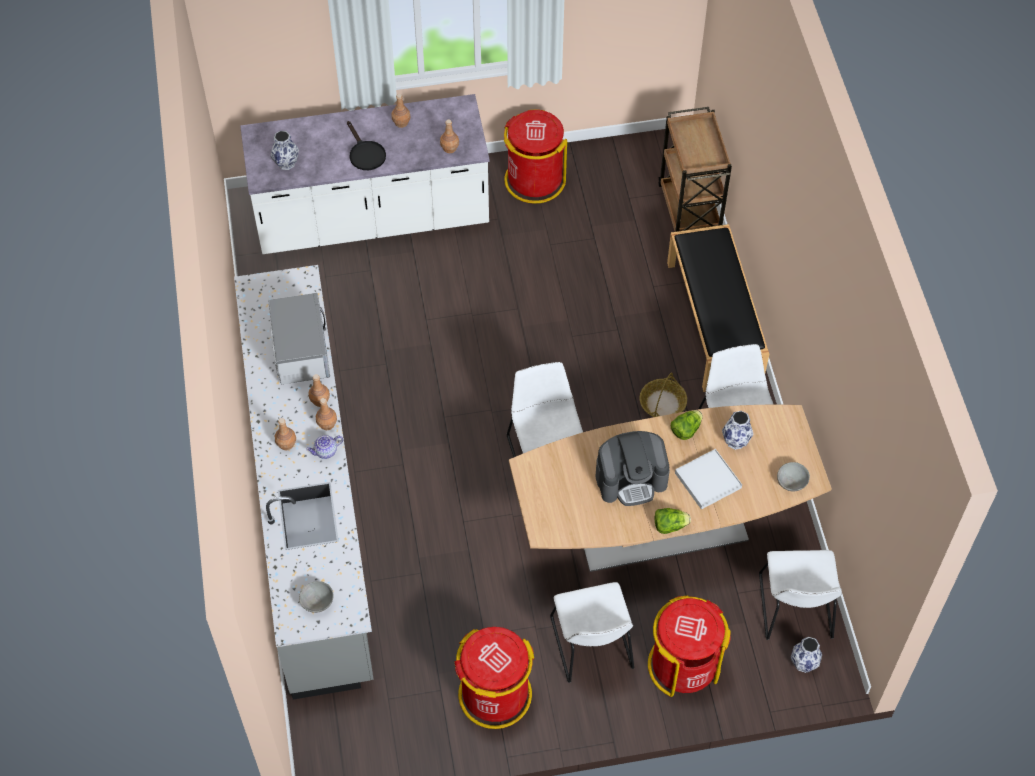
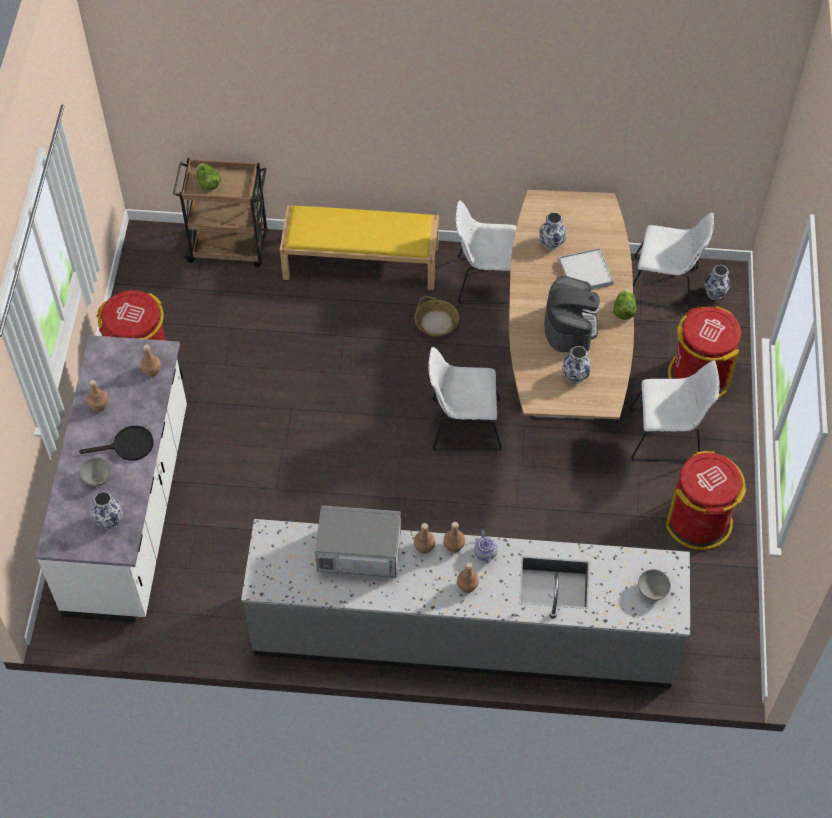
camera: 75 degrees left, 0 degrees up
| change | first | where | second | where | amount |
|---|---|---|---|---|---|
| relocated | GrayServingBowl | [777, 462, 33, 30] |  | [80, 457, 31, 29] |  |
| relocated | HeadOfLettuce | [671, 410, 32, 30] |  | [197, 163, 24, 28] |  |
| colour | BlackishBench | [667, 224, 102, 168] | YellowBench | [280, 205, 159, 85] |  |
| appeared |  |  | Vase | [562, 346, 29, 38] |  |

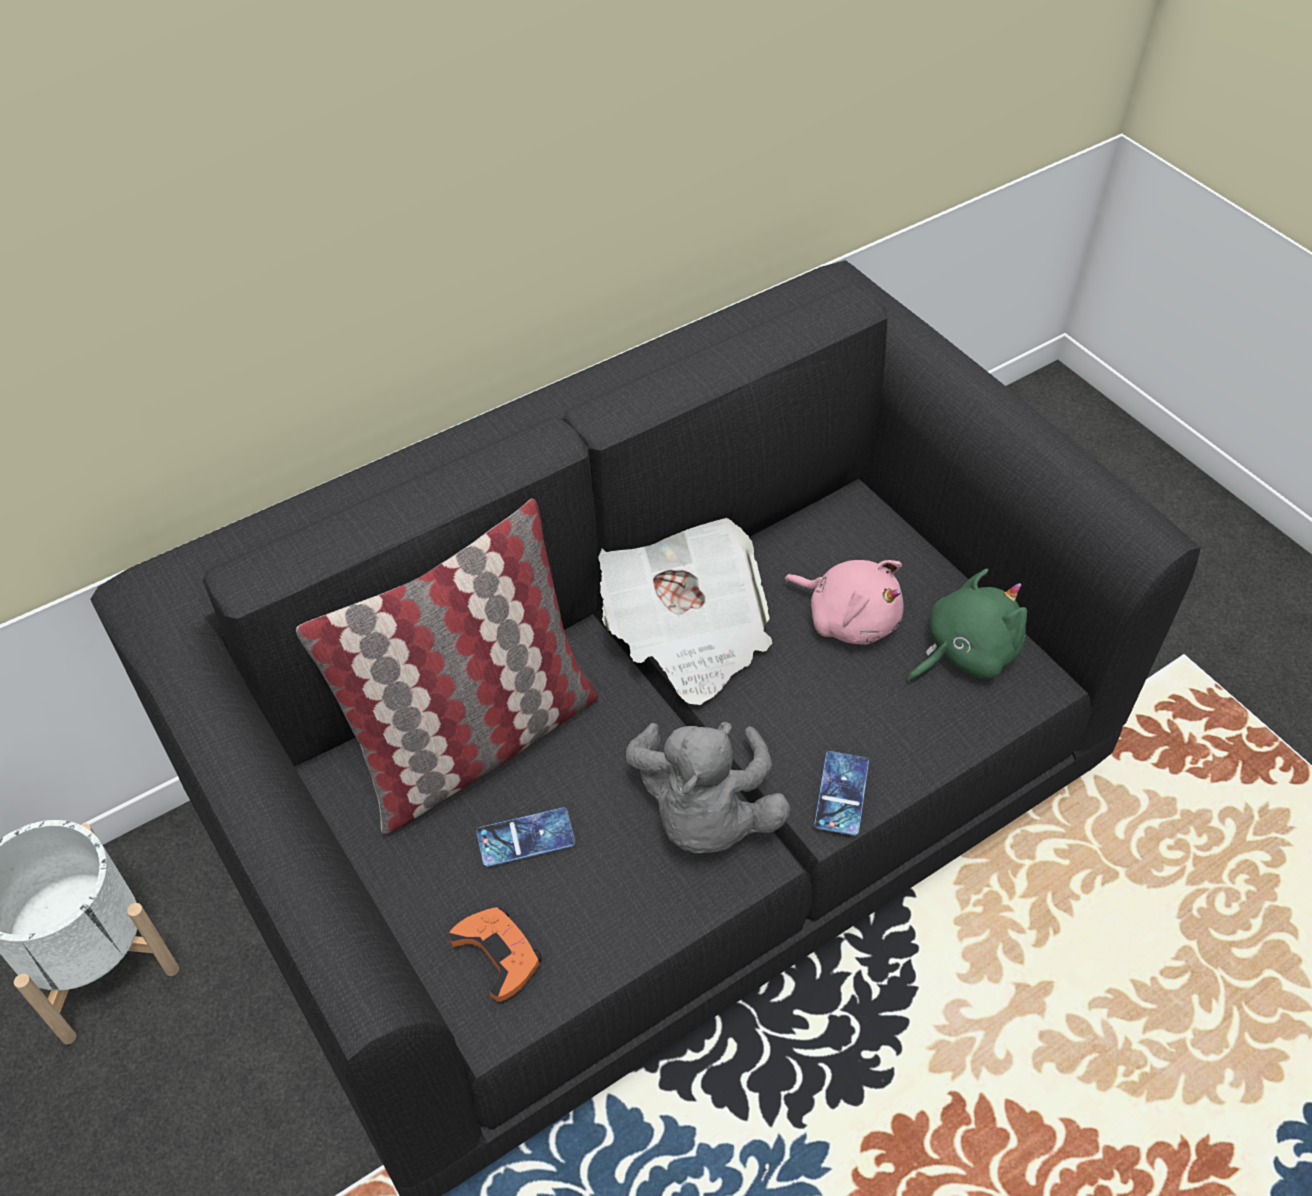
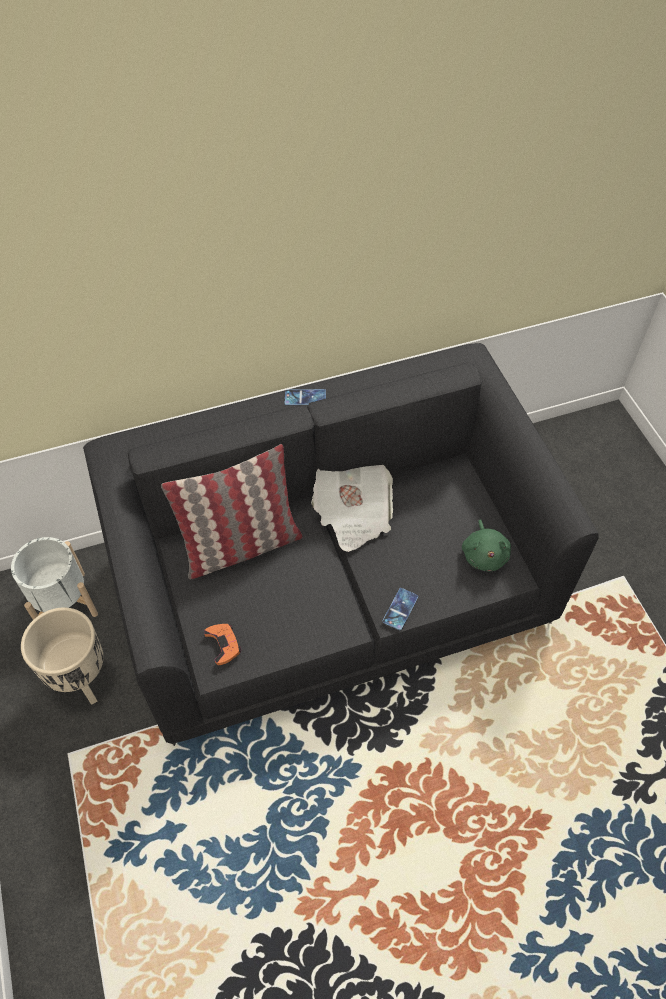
camera: 15 degrees right, 5 degrees up
| change | first | where | second | where | amount |
|---|---|---|---|---|---|
| appeared |  |  | BeigeColouredFlowerPot | [21, 607, 82, 98] |  |
| relocated | Phone | [476, 808, 99, 59] |  | [285, 389, 41, 16] |  |
| spun | GreenColouredCuddlyToy | [907, 569, 120, 113] |  | [462, 519, 49, 53] | 105 degrees clockwise |
| missing | GrayCuddlyToy | [626, 722, 164, 132] |  |  |  |
| missing | PinkishCuddlyToy | [784, 560, 120, 85] |  |  |  |

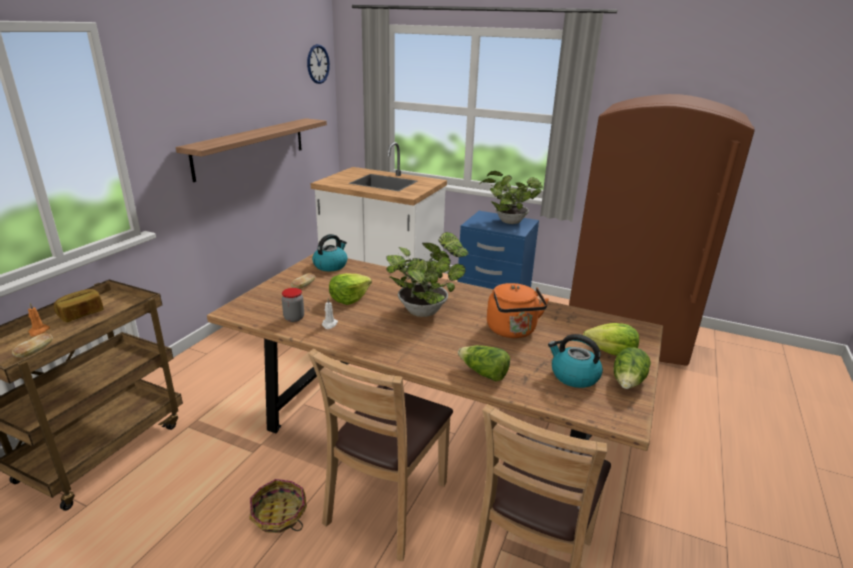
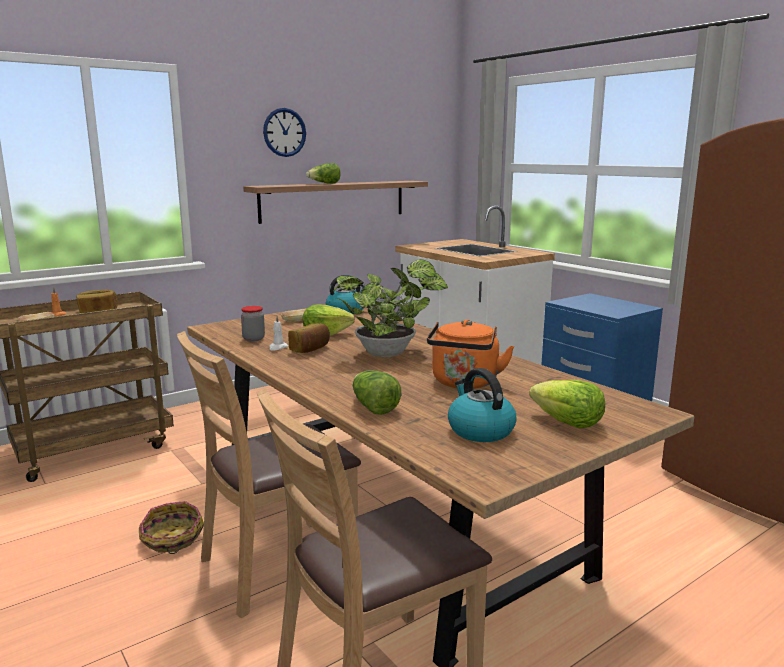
camera: 30 degrees right, 10 degrees down
| change | first | where | second | where | amount |
|---|---|---|---|---|---|
| relocated | HangingClock | [307, 44, 23, 40] |  | [263, 108, 43, 49] |  |
| appeared |  |  | BakeryBread | [288, 323, 42, 30] |  |
| relocated | HeadOfLettuce | [613, 347, 38, 42] |  | [306, 163, 34, 21] |  |
| missing | Houseplant | [479, 171, 64, 53] |  |  |  |

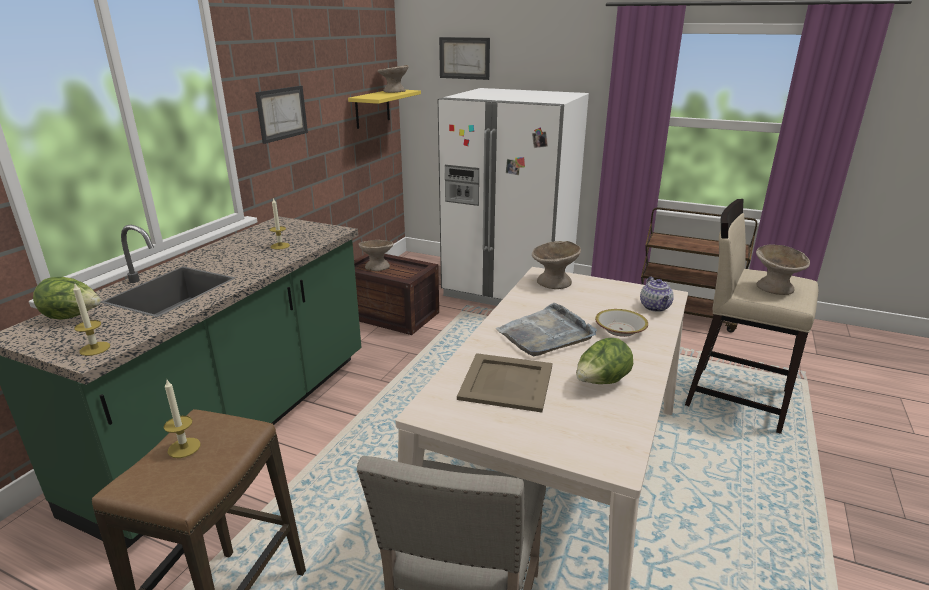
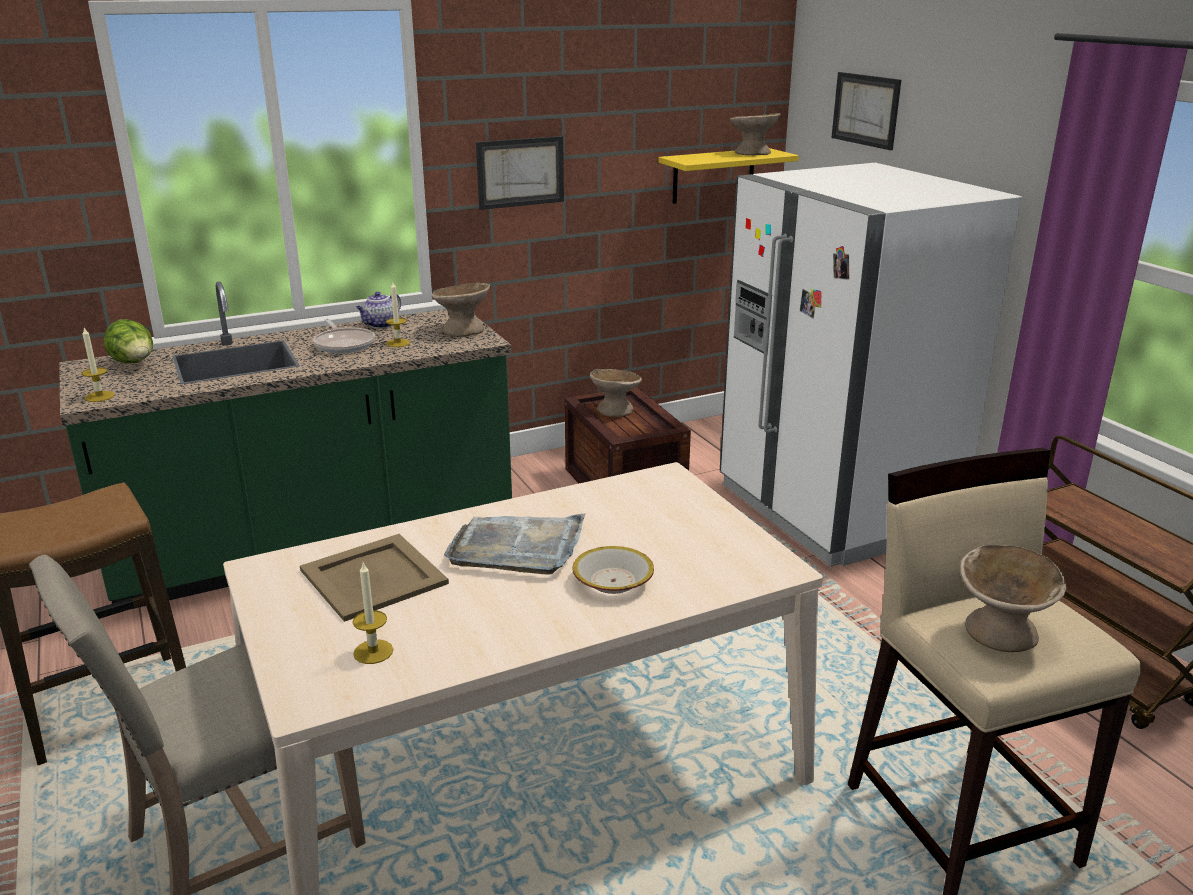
camera: 40 degrees right, 0 degrees up
| change | first | where | second | where | amount |
|---|---|---|---|---|---|
| appeared |  |  | Skillet | [313, 319, 62, 34] |  |
| relocated | WaxCandle | [164, 380, 37, 78] |  | [352, 562, 41, 102] |  |
| relocated | TeaPot | [640, 277, 34, 35] |  | [356, 292, 45, 36] |  |
| relocated | BeigeColouredServingBowl | [532, 241, 49, 48] |  | [432, 283, 58, 54] |  |
| missing | HeadOfLettuce | [576, 338, 57, 46] |  |  |  |

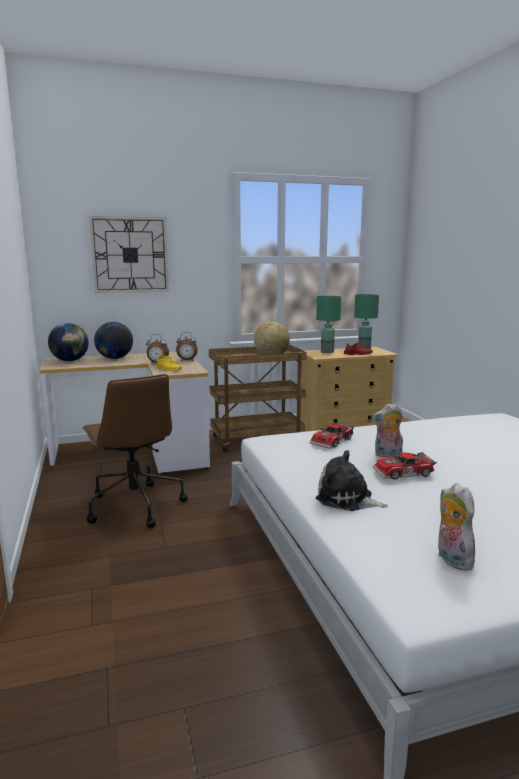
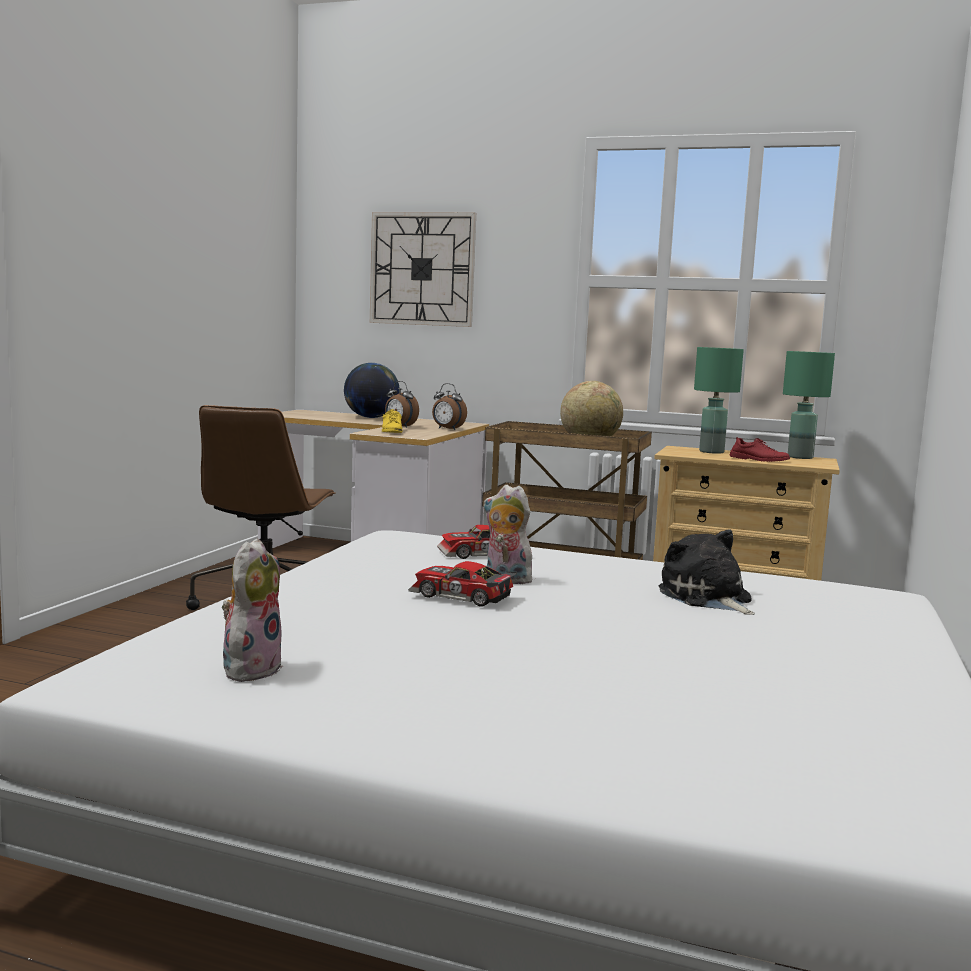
camera: 35 degrees right, 5 degrees down
| change | first | where | second | where | amount |
|---|---|---|---|---|---|
| relocated | CuddlyToy | [316, 450, 72, 61] |  | [659, 529, 96, 86] |  |
| missing | Globe | [48, 323, 41, 38] |  |  |  |

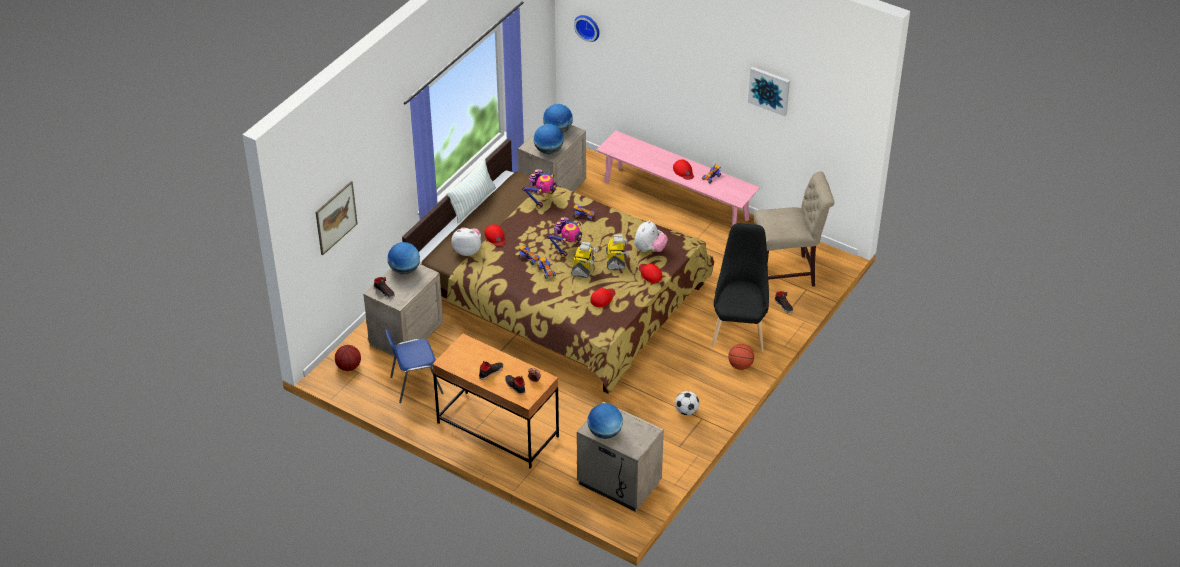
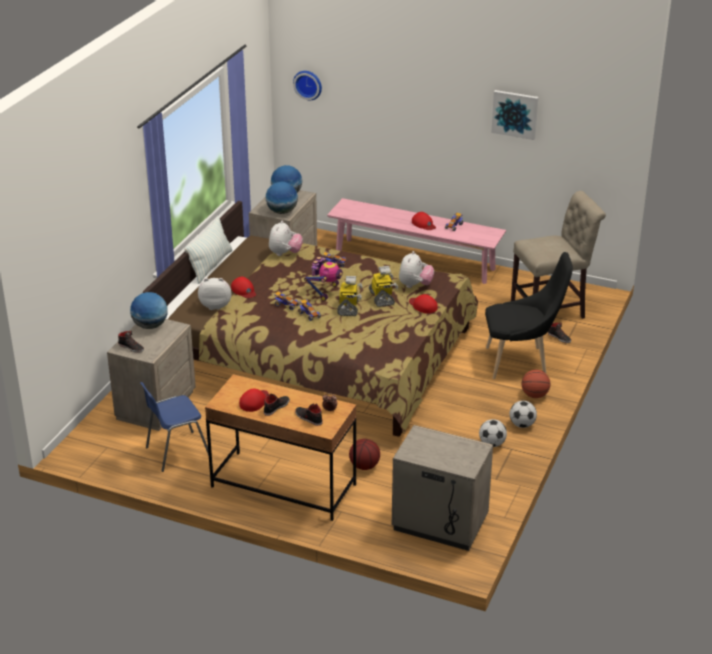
camera: 10 degrees left, 10 degrees down
| change | first | where | second | where | amount |
|---|---|---|---|---|---|
| relocated | RedColouredBaseballCap | [590, 288, 25, 19] |  | [239, 389, 30, 23] |  |
| exchanged | ModelRobot | [522, 169, 35, 40] | CuddlyToy | [269, 220, 34, 36] |  |
| relocated | Basketball | [335, 345, 26, 26] |  | [349, 439, 31, 31] |  |
| spun | BlackishChair | [712, 223, 57, 129] |  | [485, 252, 88, 127] | 90 degrees clockwise |
| appeared |  |  | FootballBall | [510, 401, 27, 27] |  |
| missing | WallArt | [316, 181, 42, 74] |  |  |  |
| missing | Globe | [588, 403, 35, 36] |  |  |  |

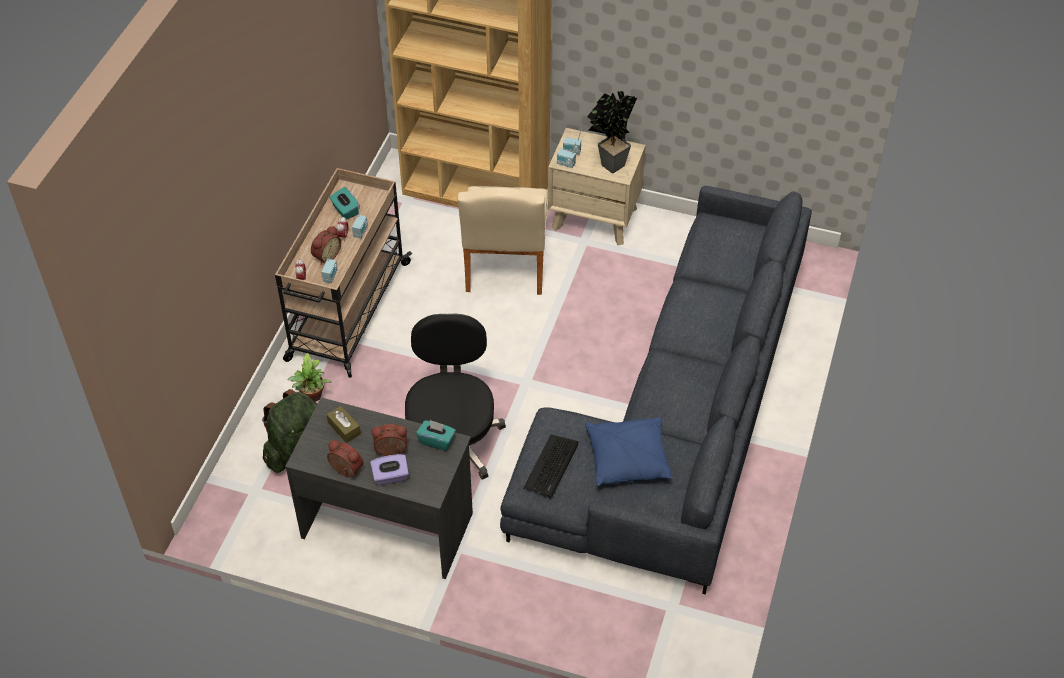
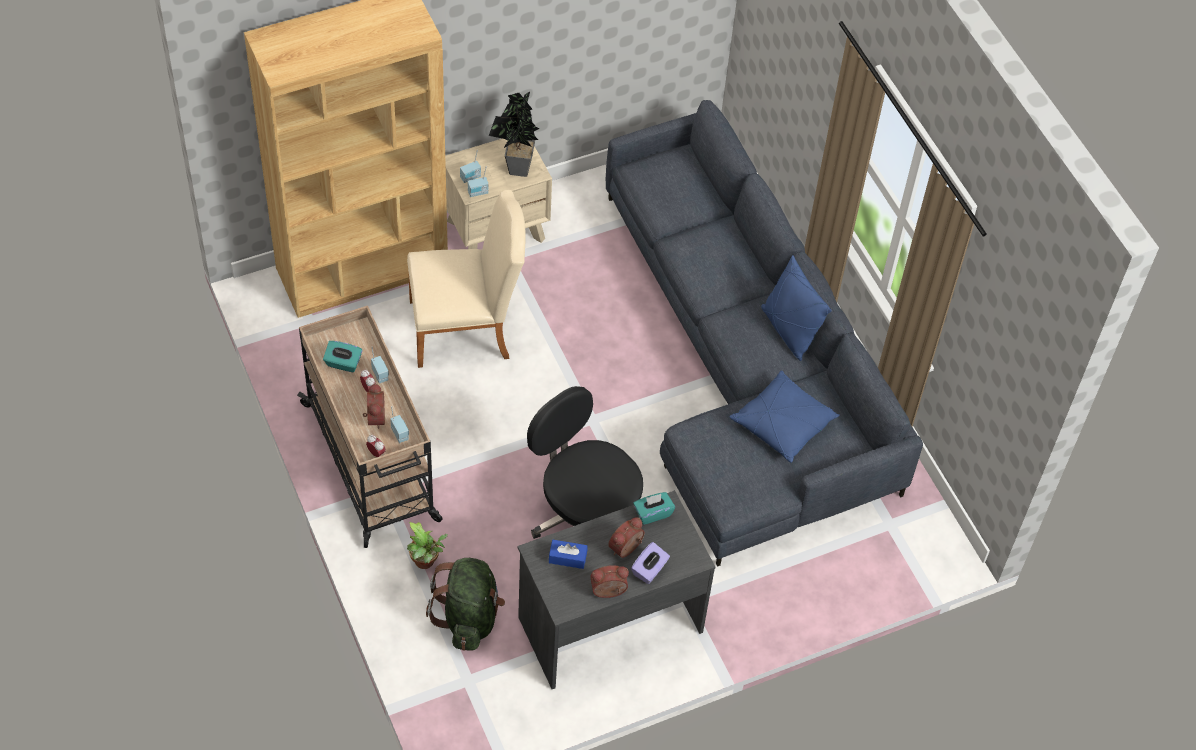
camera: 45 degrees left, 5 degrees up
| change | first | where | second | where | amount |
|---|---|---|---|---|---|
| spun | BeigeColouredChair | [458, 186, 90, 109] |  | [407, 190, 119, 178] | 60 degrees counterclockwise |
| colour | BrownBoxOfTissues | [327, 406, 34, 37] | BluishBoxOfTissues | [549, 540, 38, 29] |  |
| appeared |  |  | BluishCushion | [761, 255, 71, 106] |  |
| missing | ComputerKeyboard | [524, 435, 55, 64] |  |  |  |

